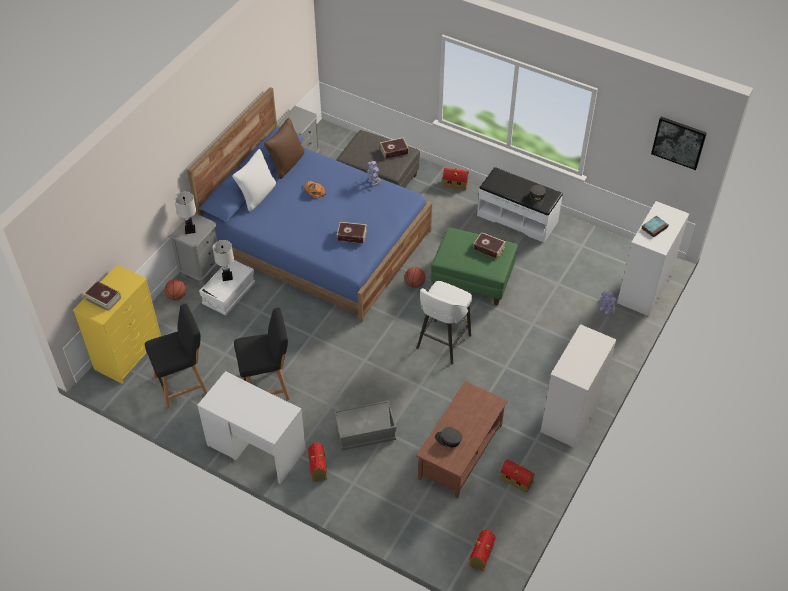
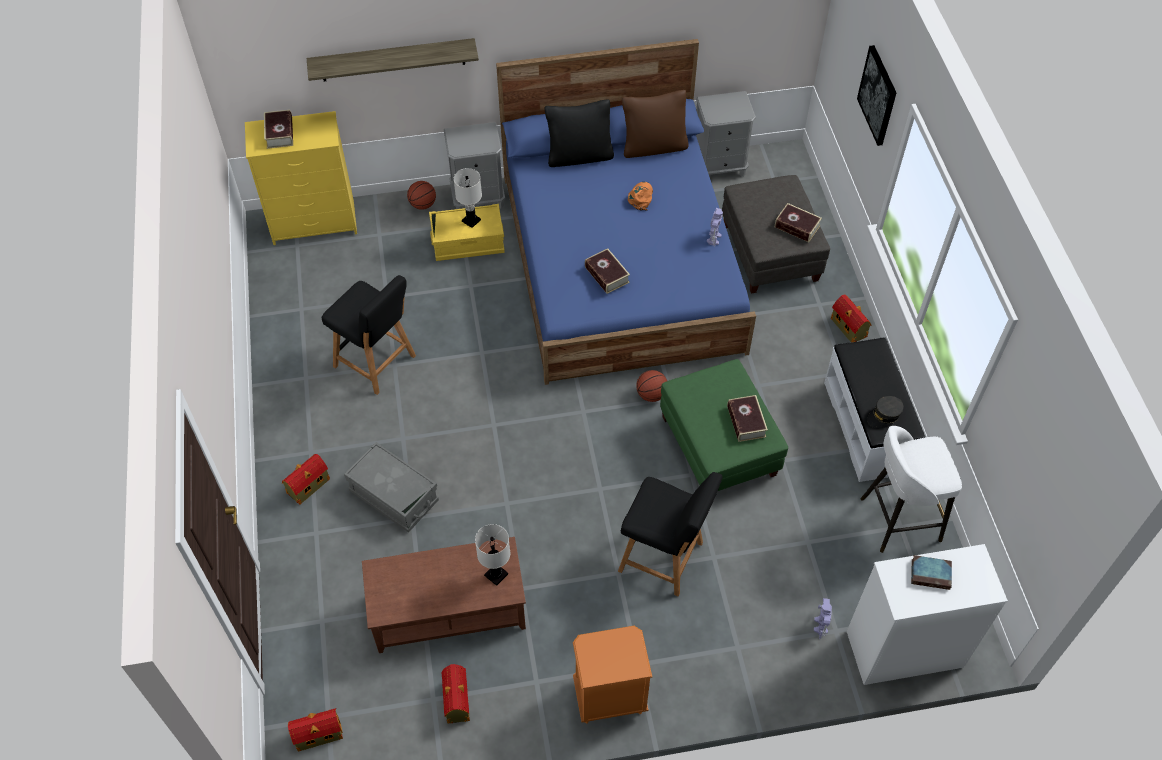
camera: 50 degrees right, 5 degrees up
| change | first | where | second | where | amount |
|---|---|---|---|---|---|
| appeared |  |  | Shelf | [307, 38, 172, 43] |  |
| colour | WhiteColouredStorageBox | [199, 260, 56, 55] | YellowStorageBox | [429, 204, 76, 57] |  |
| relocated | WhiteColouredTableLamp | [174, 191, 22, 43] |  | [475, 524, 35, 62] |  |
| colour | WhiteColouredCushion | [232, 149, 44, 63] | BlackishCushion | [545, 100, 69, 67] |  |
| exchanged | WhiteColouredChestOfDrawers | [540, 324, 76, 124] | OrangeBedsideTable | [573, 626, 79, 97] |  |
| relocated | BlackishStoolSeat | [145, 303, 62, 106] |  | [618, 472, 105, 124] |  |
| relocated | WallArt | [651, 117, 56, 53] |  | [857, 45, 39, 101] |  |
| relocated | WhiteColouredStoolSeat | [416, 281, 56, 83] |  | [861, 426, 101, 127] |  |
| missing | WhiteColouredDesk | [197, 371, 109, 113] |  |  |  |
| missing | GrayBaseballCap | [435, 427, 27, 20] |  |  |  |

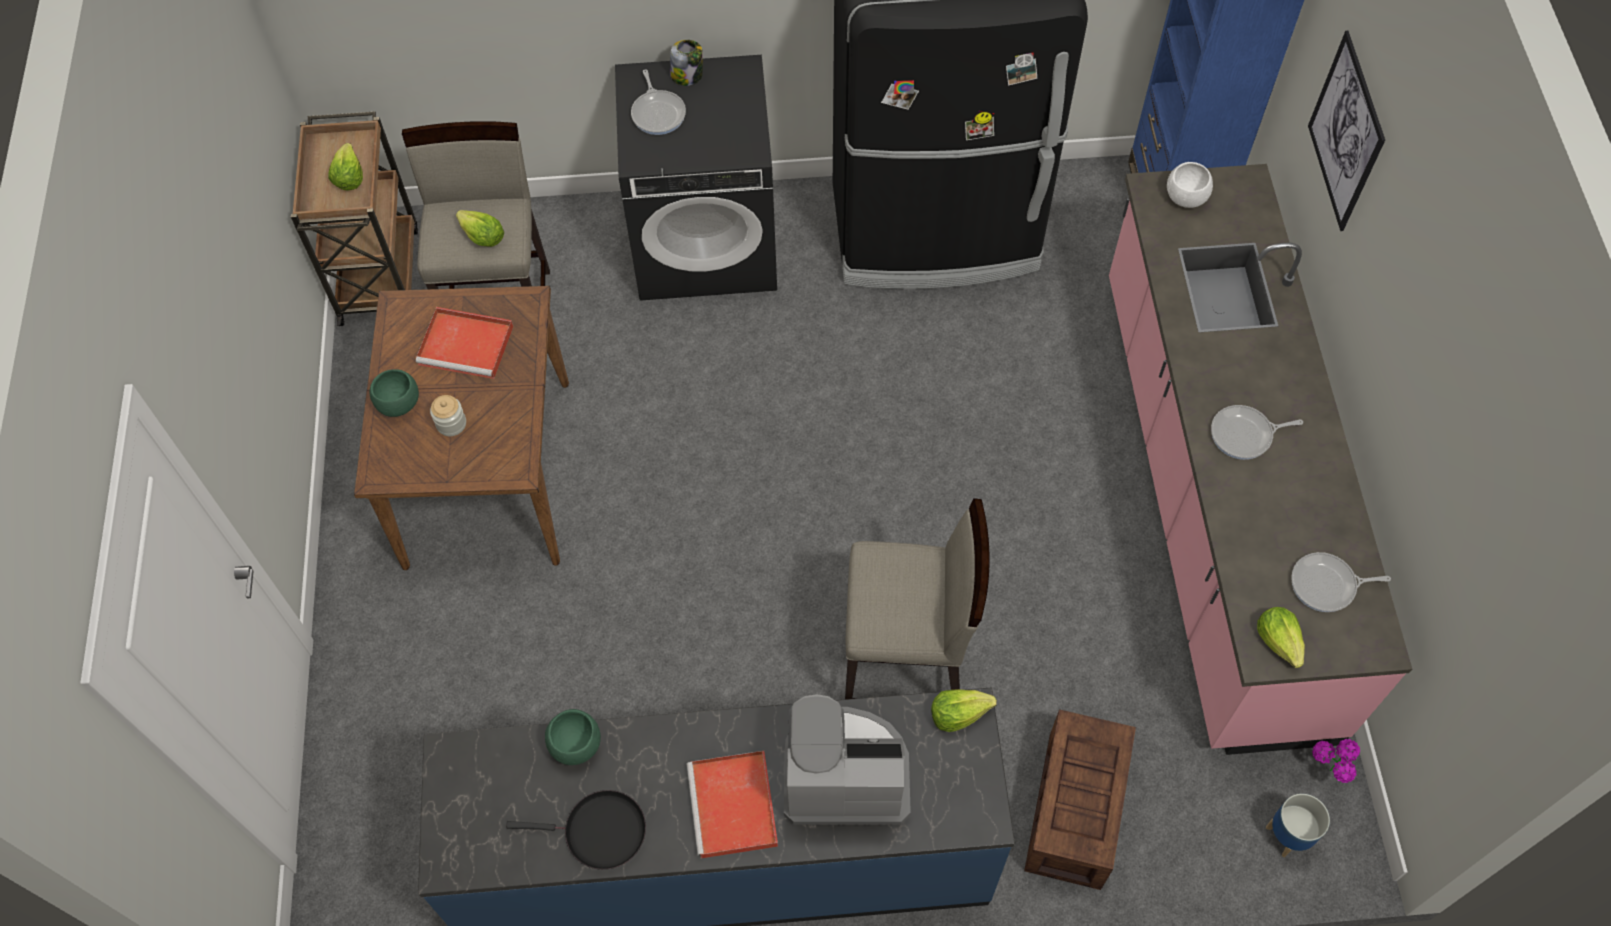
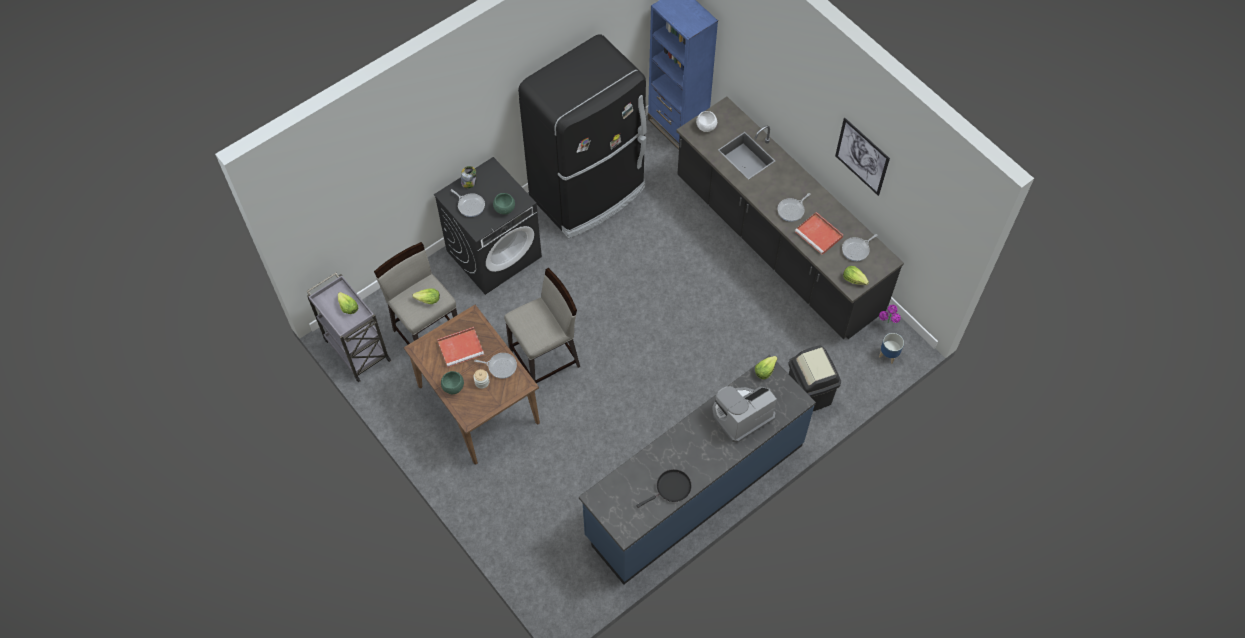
camera: 35 degrees left, 0 degrees up
| change | first | where | second | where | amount |
|---|---|---|---|---|---|
| colour | BrownCart | [291, 112, 127, 214] | GrayCart | [307, 273, 84, 109] |  |
| appeared |  |  | Skillet | [474, 353, 43, 26] |  |
| relocated | GreenColouredServingBowl | [545, 709, 56, 56] |  | [493, 193, 22, 22] |  |
| relocated | BeigeColouredStoolSeat | [845, 498, 145, 201] |  | [504, 268, 76, 115] |  |
| colour | PinkishCounter | [1109, 164, 303, 591] | BlackishCounter | [676, 97, 228, 242] |  |
| exchanged | PackingCrate | [1024, 709, 112, 181] | BlackishTrashCan | [789, 345, 52, 66] |  |
| relocated | RedColouredCarryingTray | [687, 751, 91, 107] |  | [795, 212, 48, 43] |  |
| relocated | WallArt | [1308, 31, 77, 200] |  | [835, 118, 55, 78] |  |

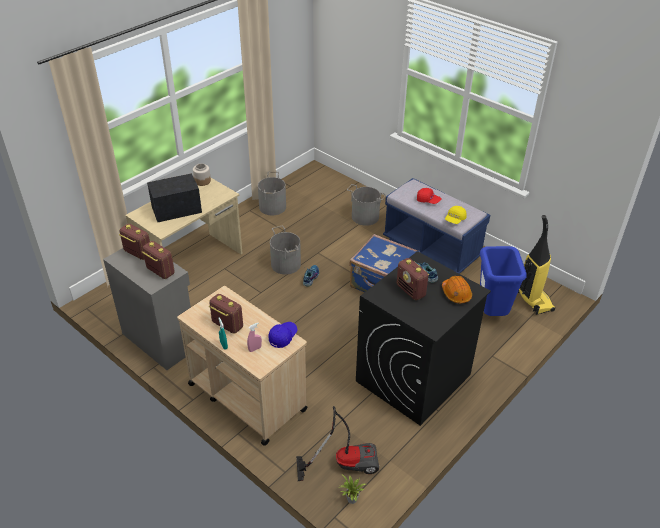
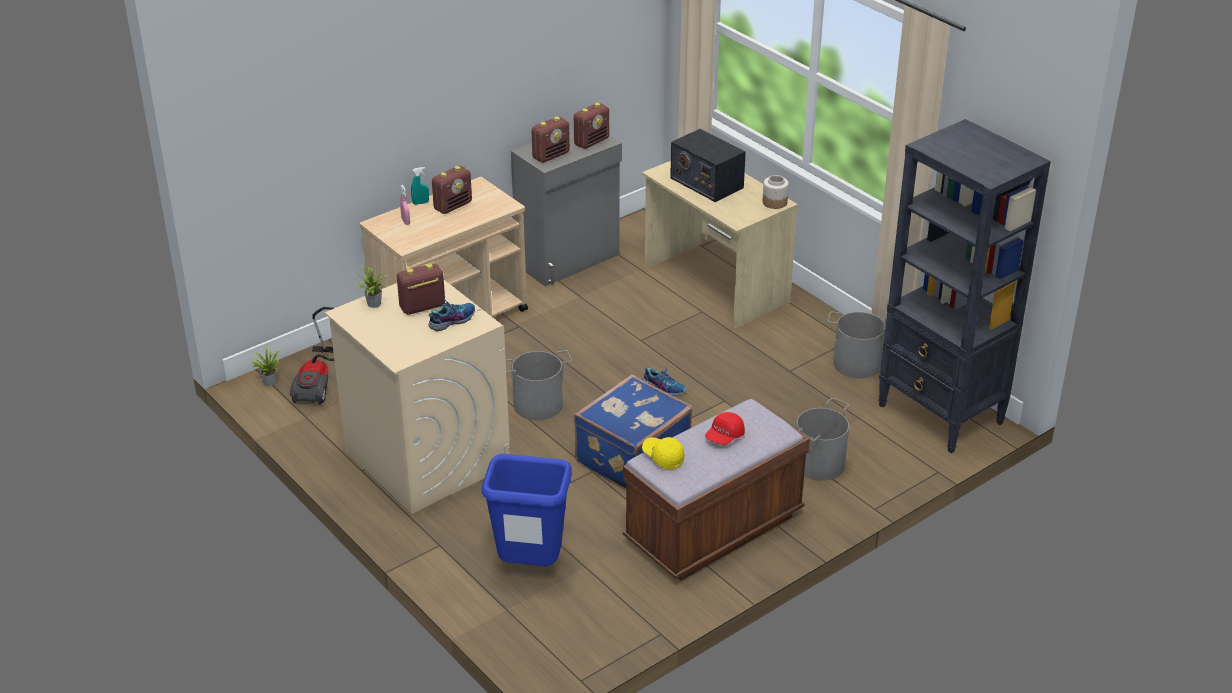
camera: 100 degrees right, 5 degrees down
| change | first | where | second | where | amount |
|---|---|---|---|---|---|
| colour | BlackishWashingMachine | [356, 251, 135, 175] | BeigeColouredWashingMachine | [325, 280, 185, 234] |  |
| appeared |  |  | Houseplant | [356, 265, 32, 43] |  |
| relocated | GrayBucket | [270, 225, 31, 49] |  | [506, 350, 66, 70] |  |
| colour | BluishBench | [383, 178, 107, 96] | BrownBench | [623, 399, 187, 182] |  |
| spun | RadioReceiver | [147, 173, 55, 49] |  | [670, 129, 76, 73] | 150 degrees clockwise |
| appeared |  |  | BlackishBookcase | [878, 119, 173, 334] |  |
| missing | BluishBaseballCap | [268, 322, 29, 26] |  |  |  |
| missing | OrangeHardHat | [442, 276, 30, 27] |  |  |  |
| missing | Hoover | [518, 215, 37, 100] |  |  |  |

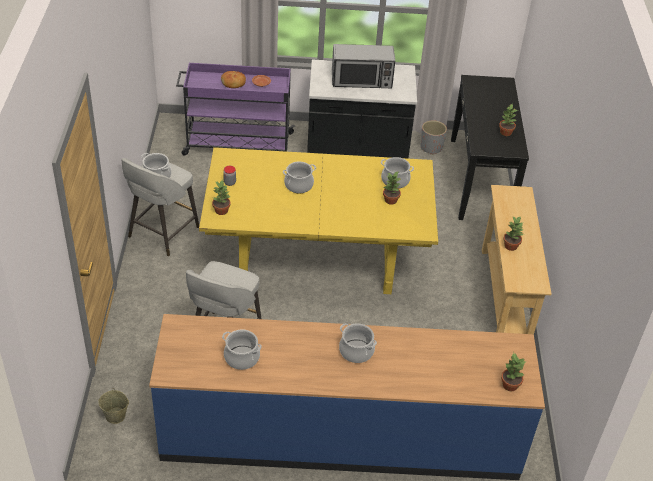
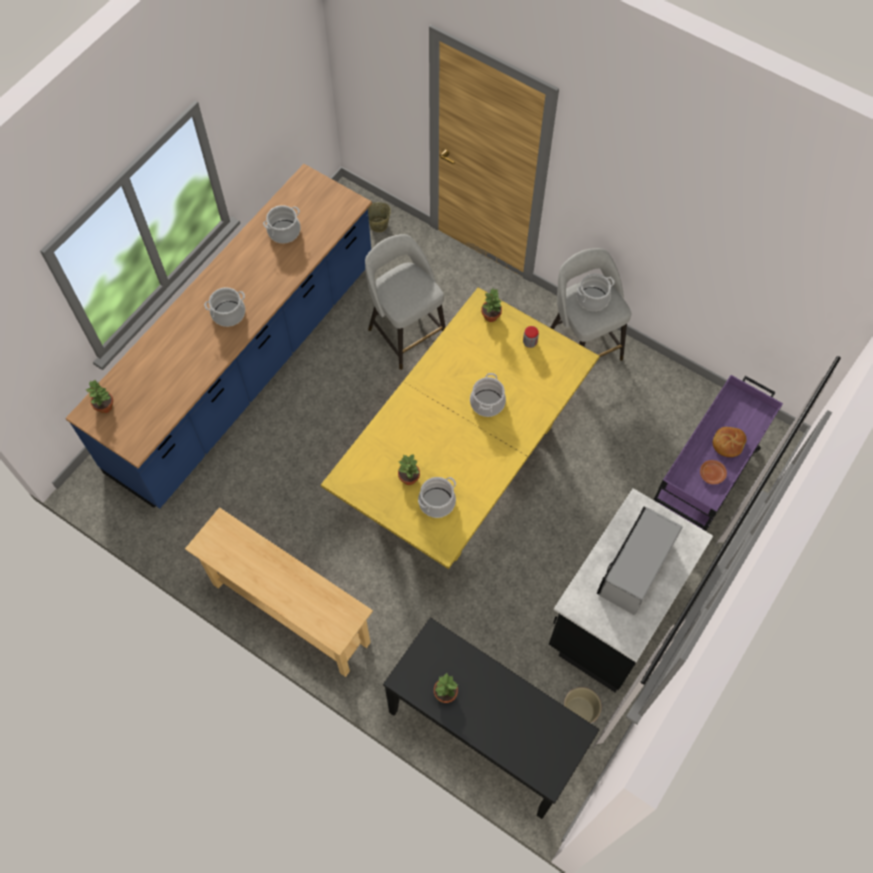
camera: 125 degrees right, 20 degrees up
| change | first | where | second | where | amount |
|---|---|---|---|---|---|
| missing | Houseplant | [503, 216, 20, 35] |  |  |  |

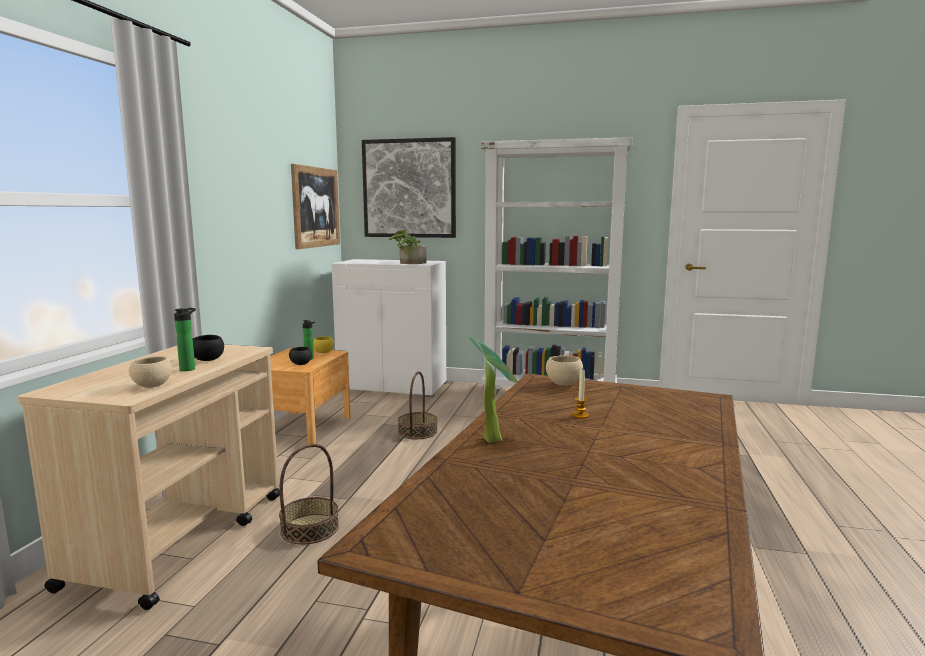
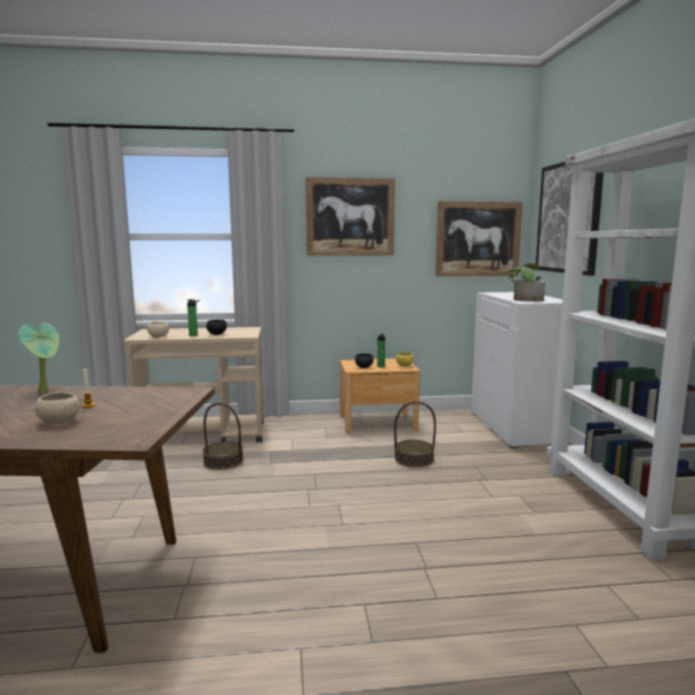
camera: 70 degrees right, 0 degrees up
| change | first | where | second | where | amount |
|---|---|---|---|---|---|
| relocated | BeigeColouredServingBowl | [546, 355, 37, 31] |  | [35, 392, 44, 32] |  |
| appeared |  |  | WallArt | [306, 177, 89, 79] |  |

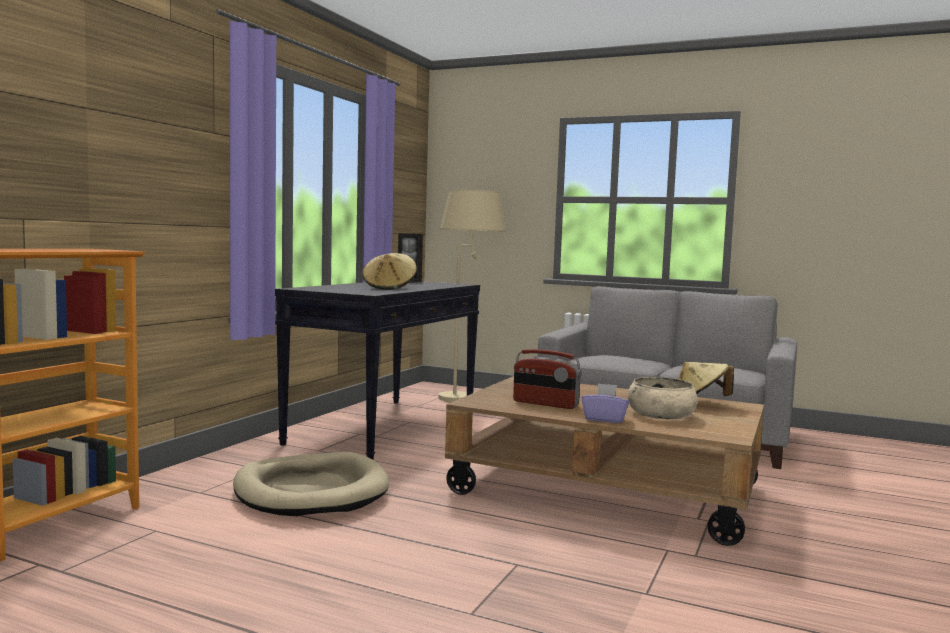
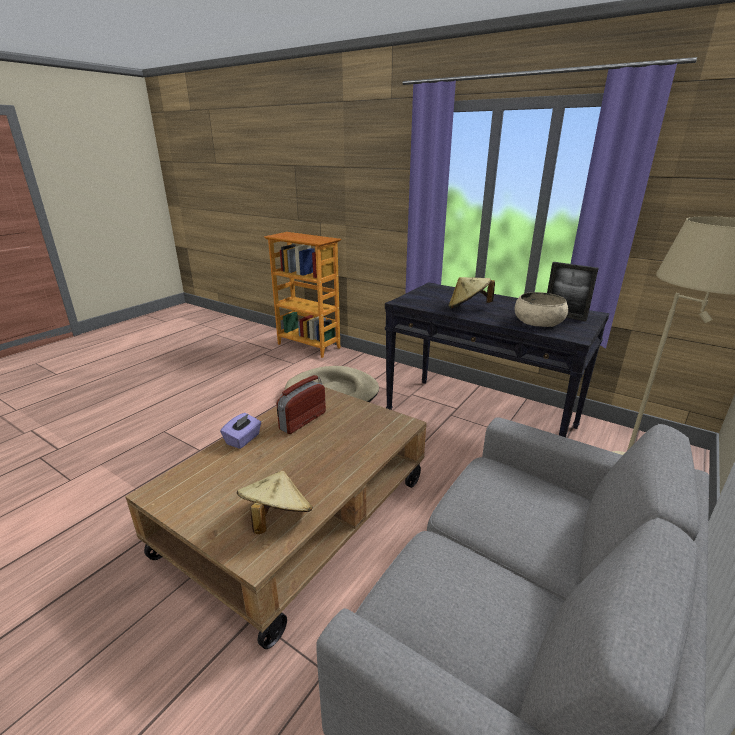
camera: 100 degrees right, 20 degrees up
| change | first | where | second | where | amount |
|---|---|---|---|---|---|
| relocated | BeigeColouredServingBowl | [628, 377, 70, 42] |  | [515, 292, 53, 35] |  |

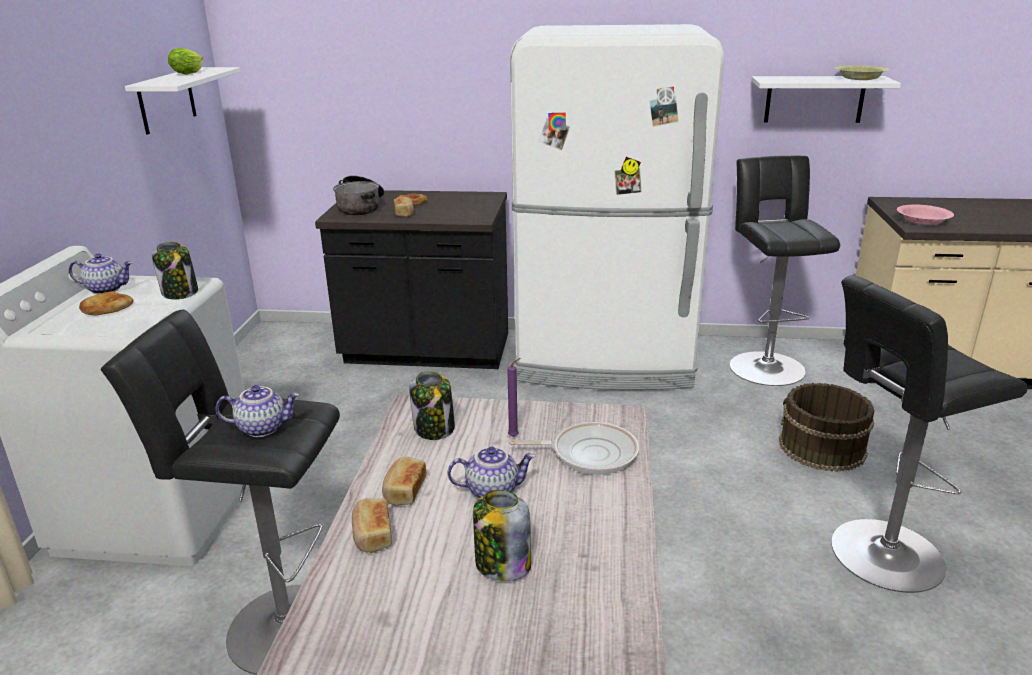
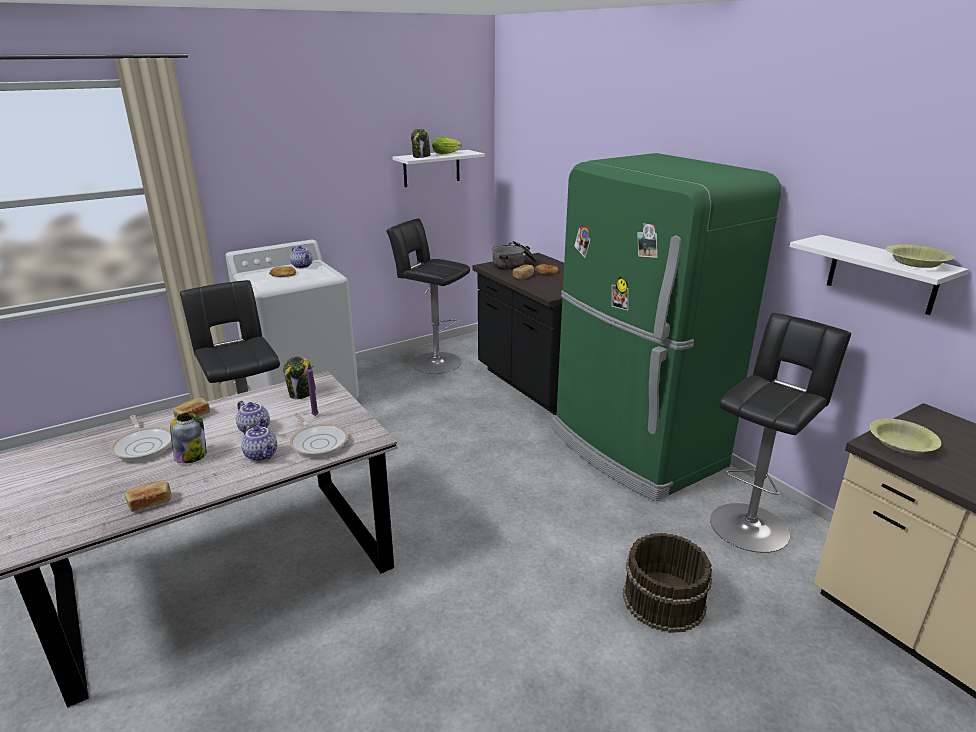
camera: 50 degrees right, 0 degrees up
| change | first | where | second | where | amount |
|---|---|---|---|---|---|
| appeared |  |  | Skillet | [110, 415, 62, 46] |  |
| relocated | BakeryBread | [382, 457, 44, 49] |  | [125, 480, 46, 32] |  |
| relocated | TeaPot | [215, 385, 85, 52] |  | [241, 424, 36, 37] |  |
| relocated | BlackishStoolSeat | [831, 275, 197, 318] |  | [386, 219, 84, 155] |  |
| relocated | PreserveJar | [152, 241, 46, 58] |  | [411, 129, 19, 29] |  |
| colour | WhiteColouredFridge | [510, 24, 214, 366] | GreenColouredFridge | [551, 153, 230, 348] |  |
| colour | PinkishServingBowl | [897, 205, 57, 20] | YellowServingBowl | [870, 419, 71, 35] |  |

